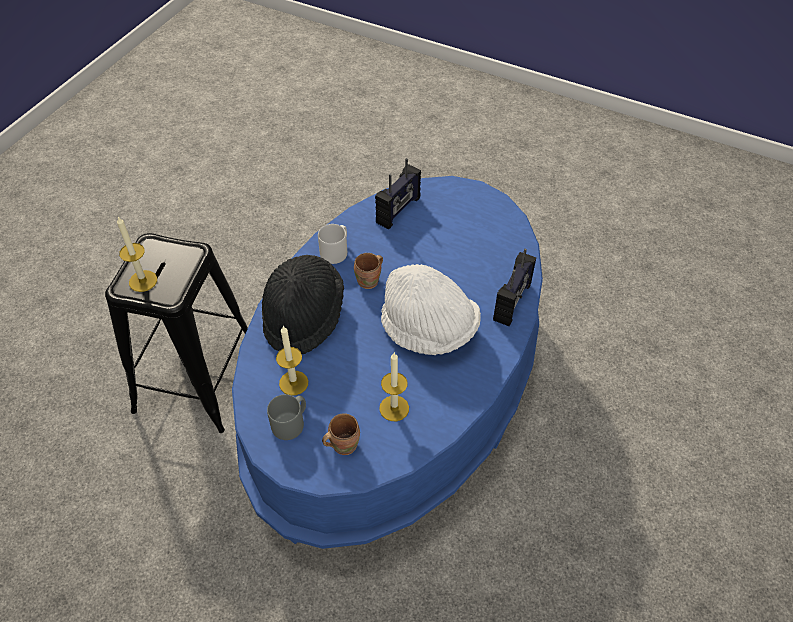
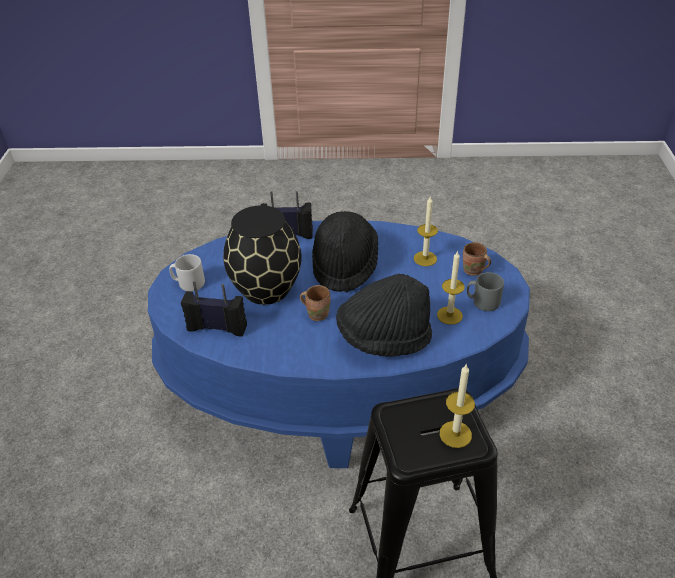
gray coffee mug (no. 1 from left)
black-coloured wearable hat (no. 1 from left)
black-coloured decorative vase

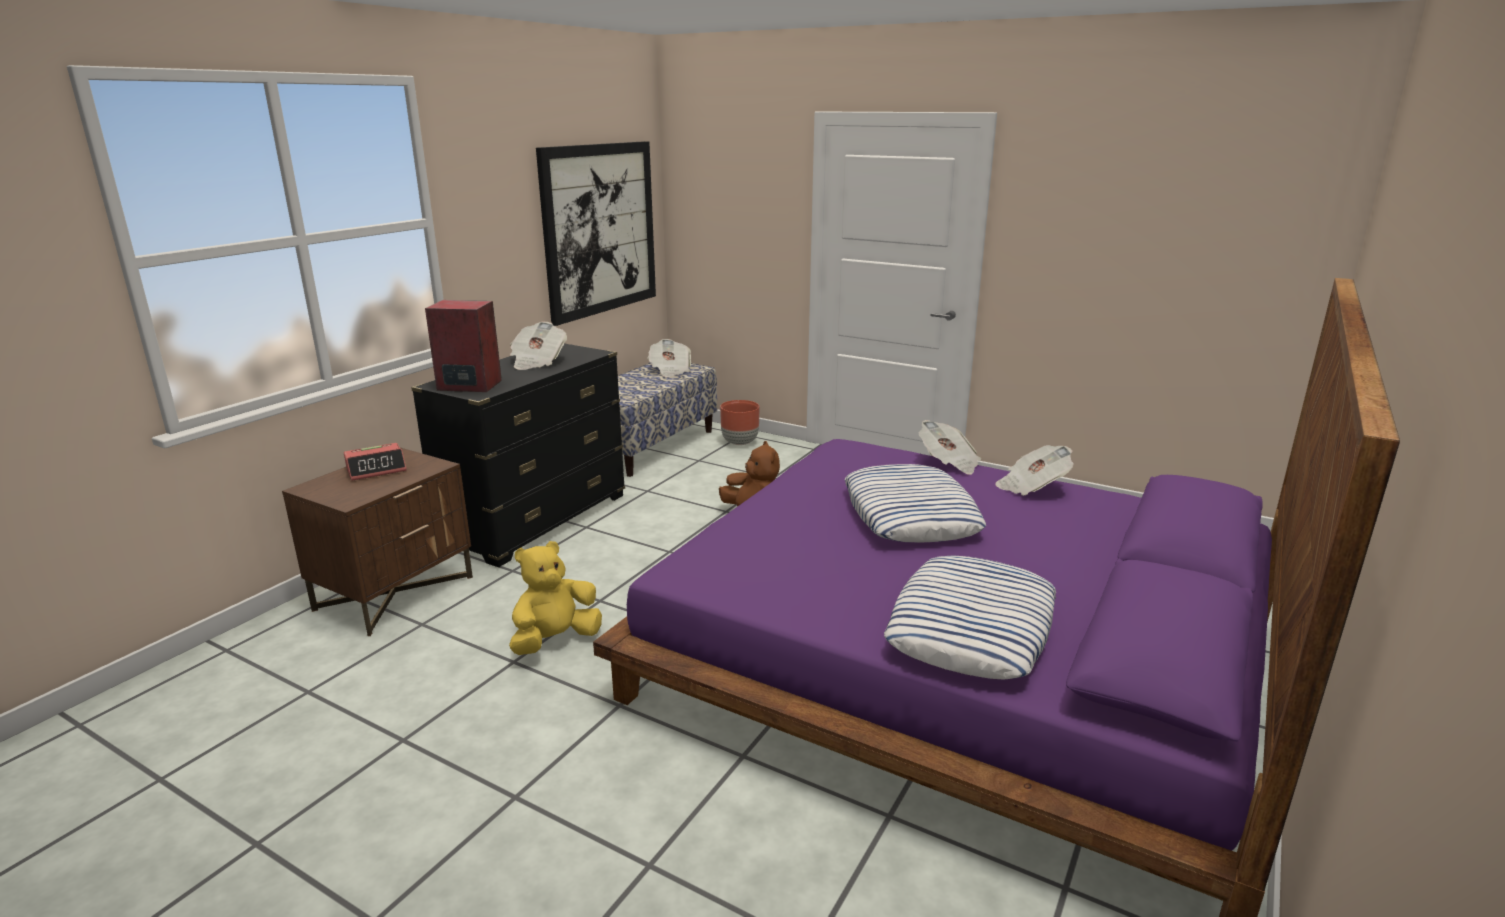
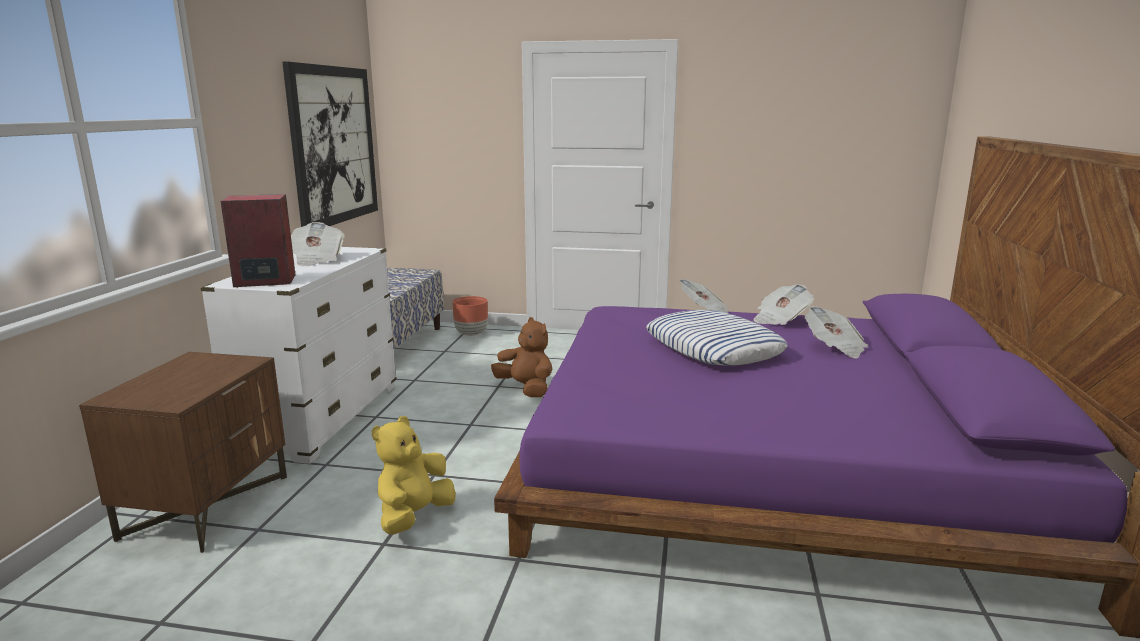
newspaper (no. 4 from left)
white-coloured drawer chest
bedside clock
throw pillow (no. 2 from left in the first image)

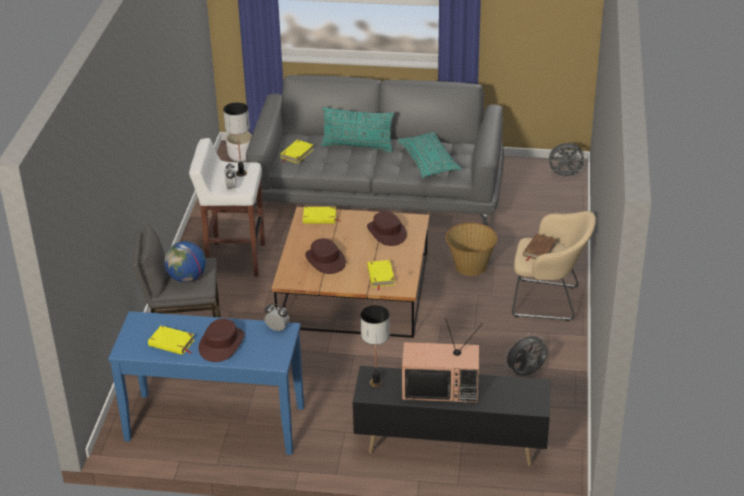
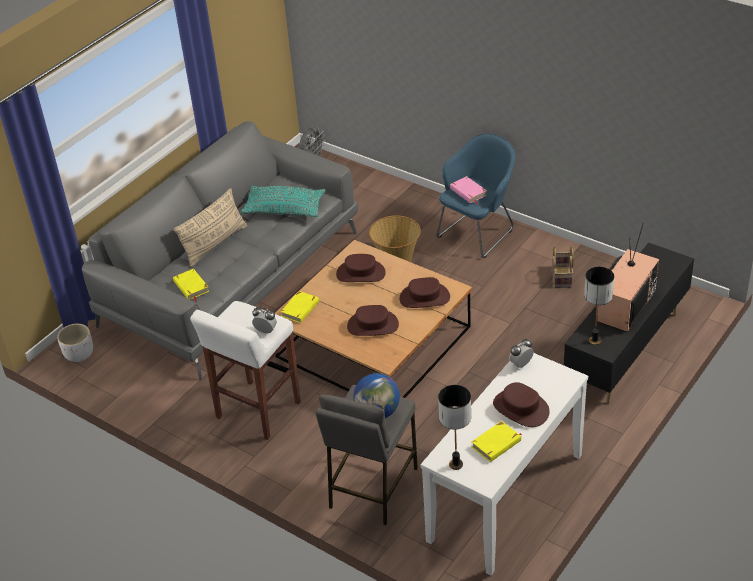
lamp for a table (no. 1 from left)
beige-coloured throw pillow
bluish lounge chair
pinkish bound book
brown-coloured wearable hat (no. 3 from left)
white-coloured narrow table
household basket (no. 2 from left)

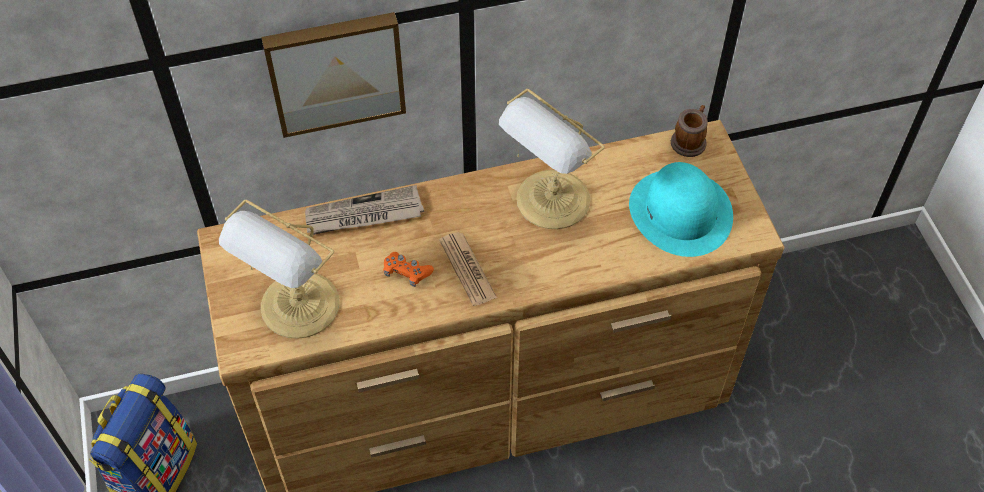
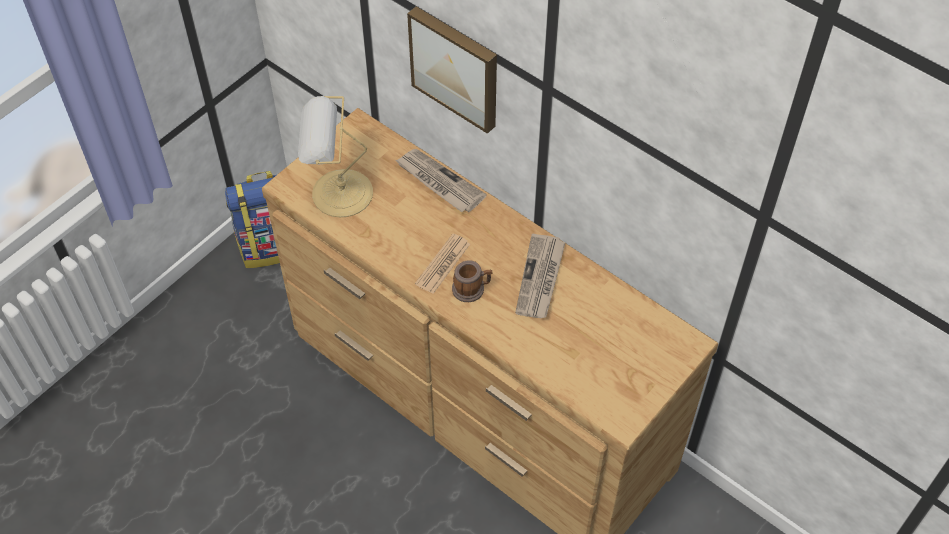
newspaper (no. 3 from left)
coffee mug
blue-green wearable hat
orange joypad

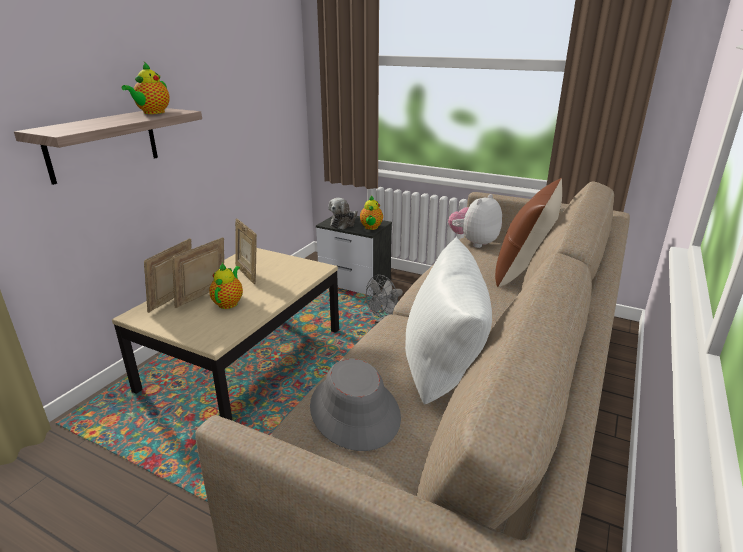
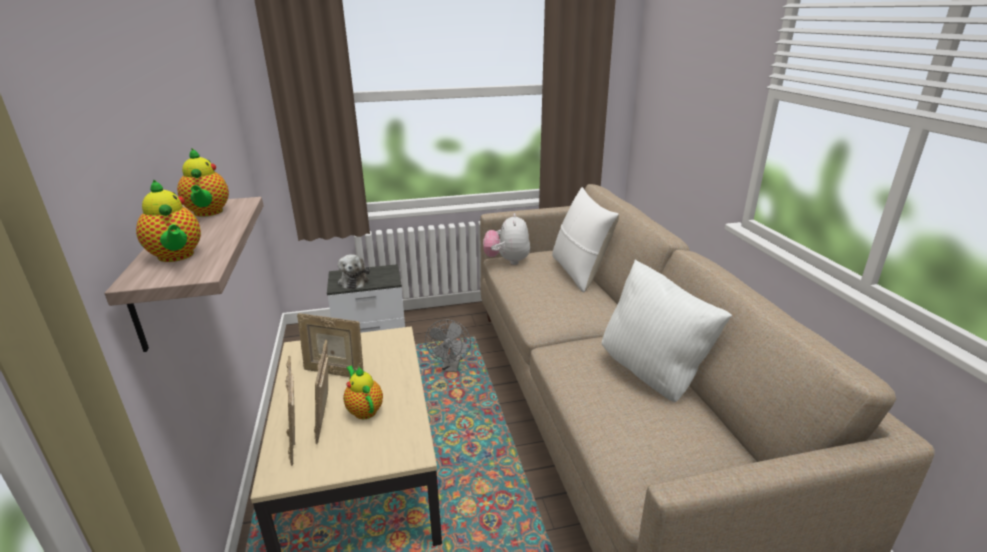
white-coloured throw pillow (no. 1 from left)
tea pot (no. 1 from left)
gray wearable hat

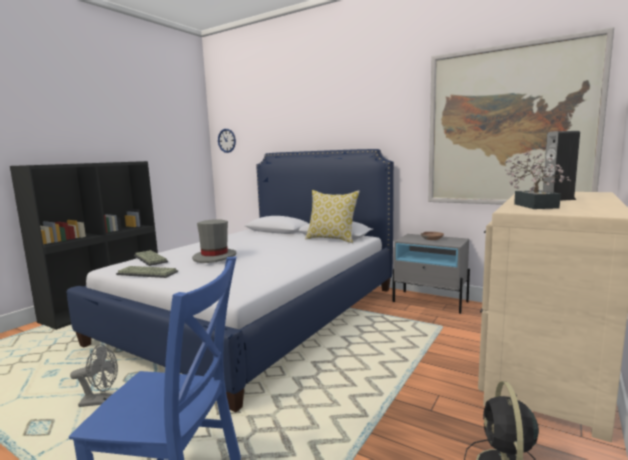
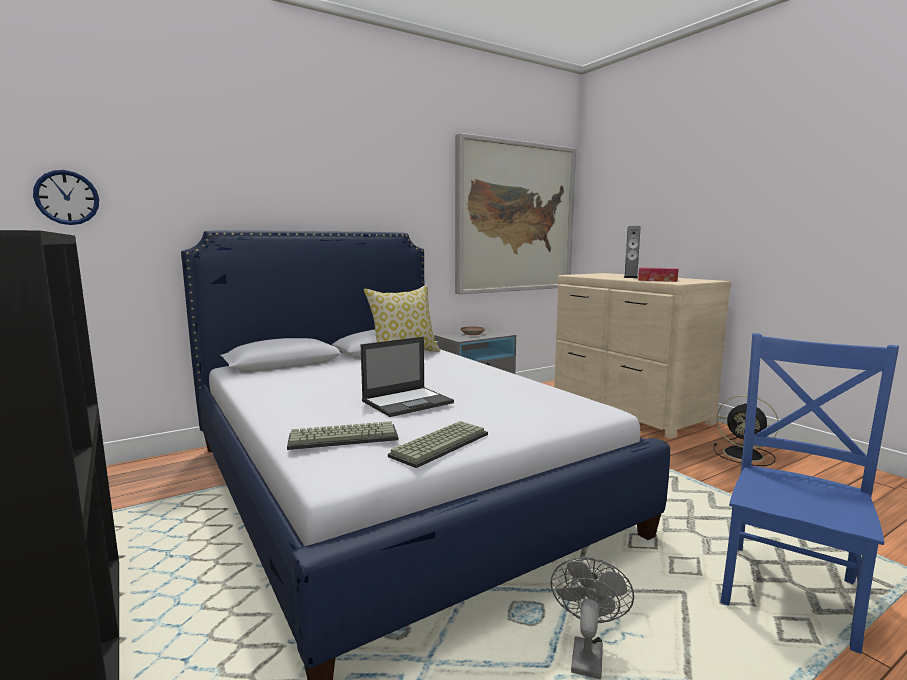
box of tissues
portable computer

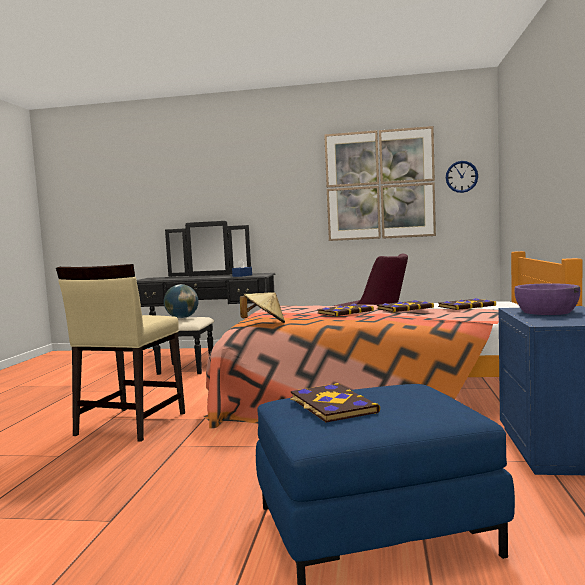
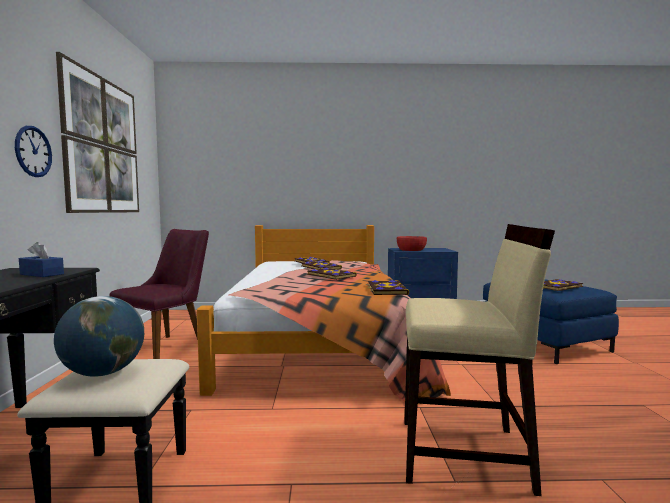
wall clock
reddish deep dish
bound book (no. 4 from left)

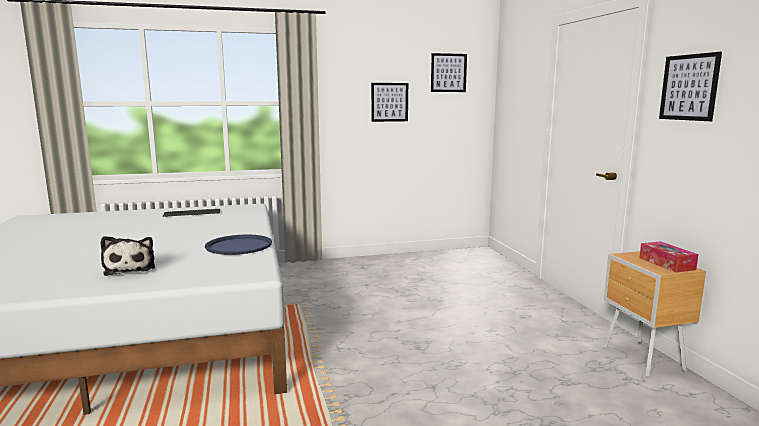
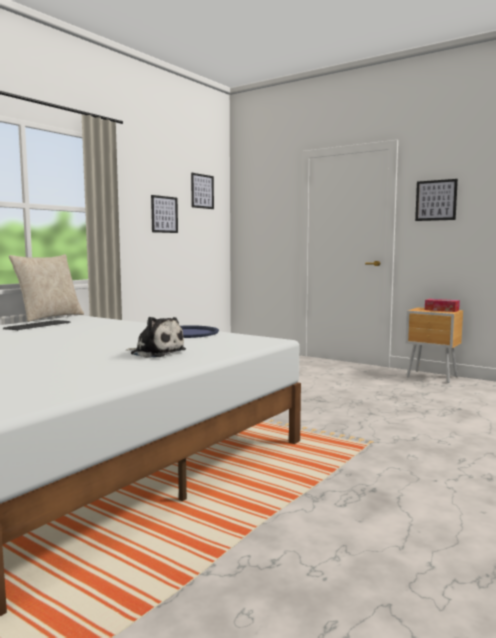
beige-coloured throw pillow

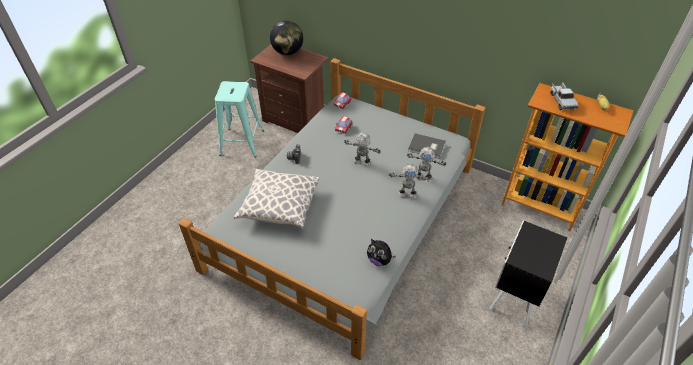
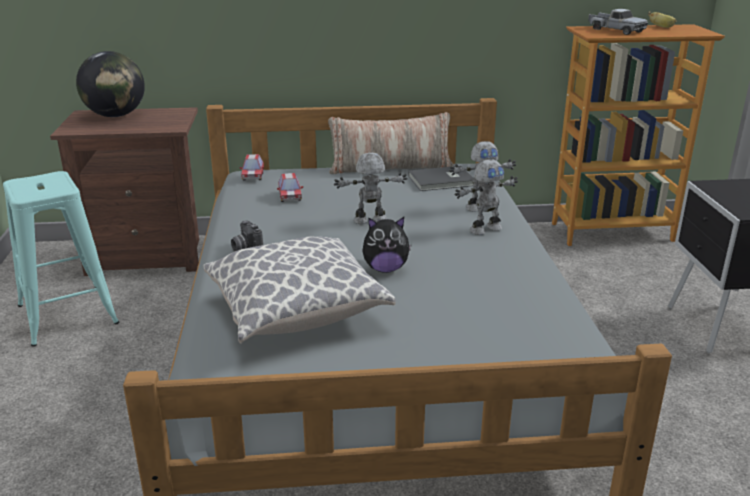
cuddly toy
throw pillow (no. 2 from left)

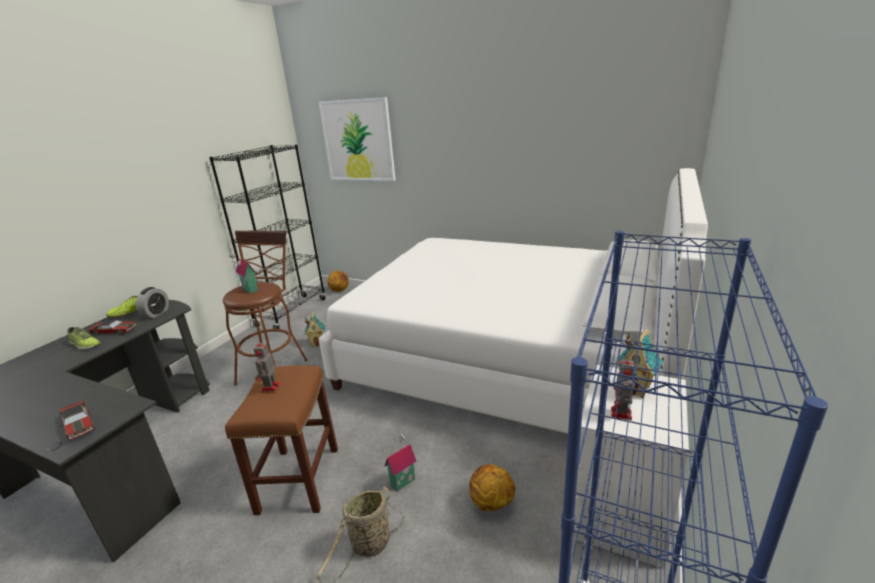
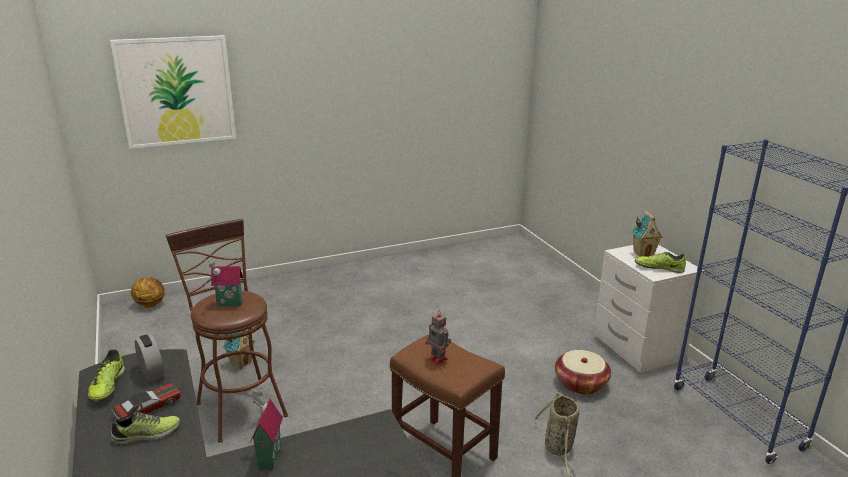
black-coloured bookcase
white-coloured sleeping bed
item of footwear (no. 3 from left)
miniature car (no. 1 from left in the first image)
toy house (no. 3 from left)
household basket (no. 2 from left)

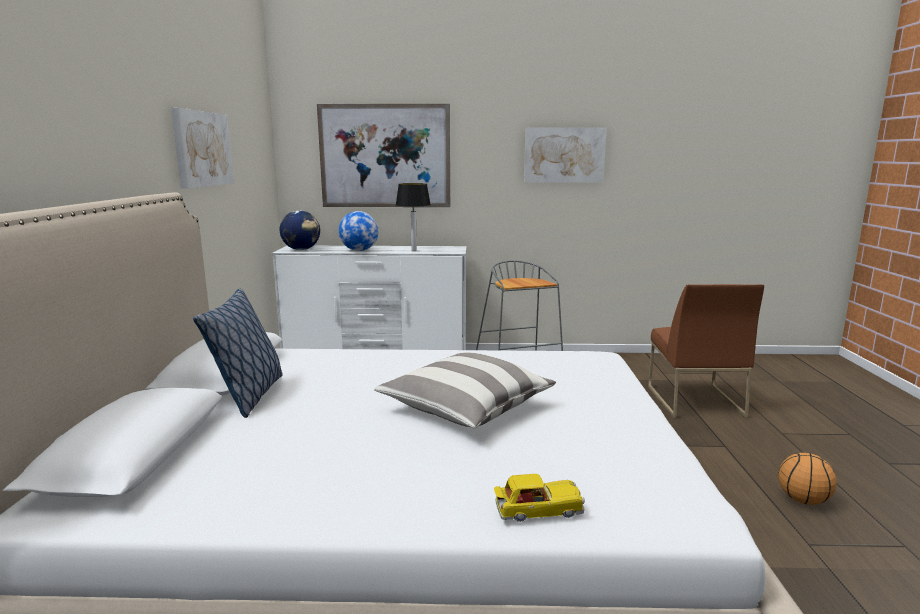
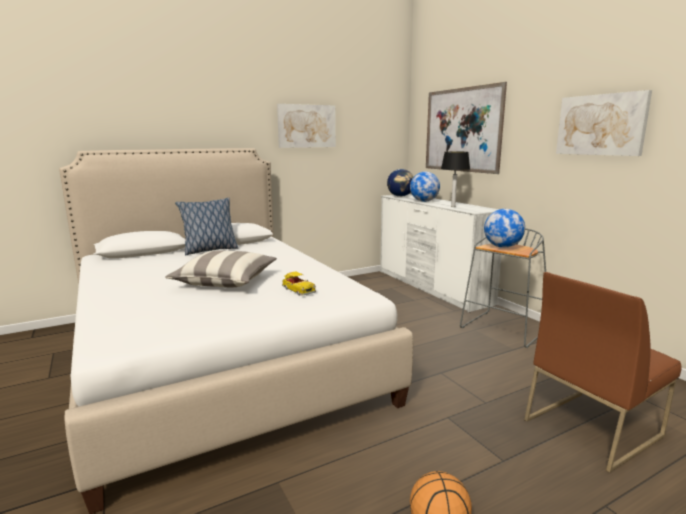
miniature car
desk globe (no. 3 from left)

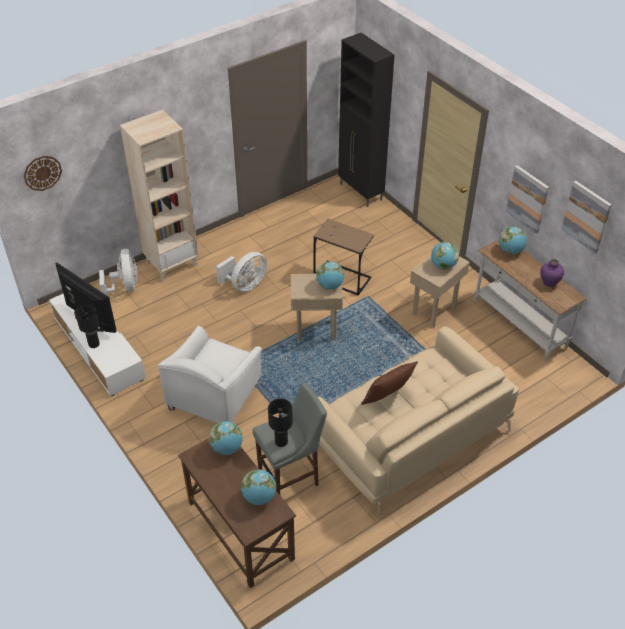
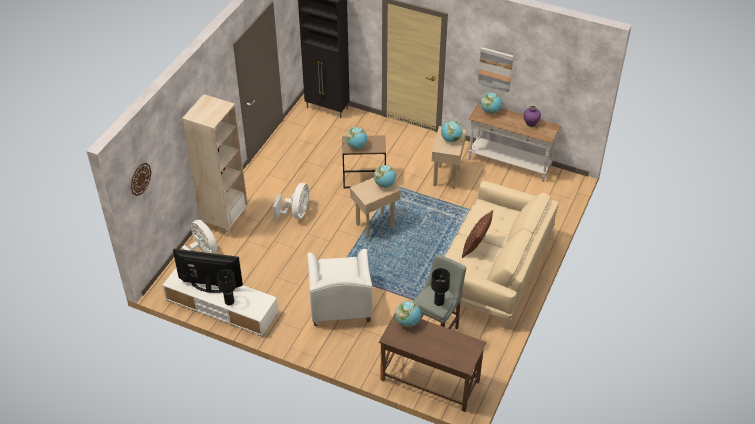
picture (no. 2 from left in the first image)
desk globe (no. 1 from left)

